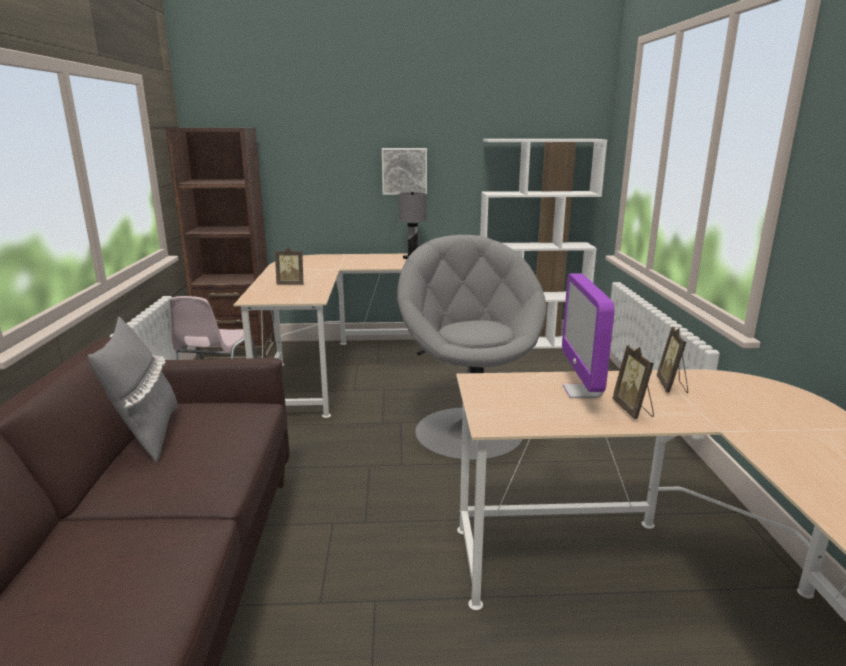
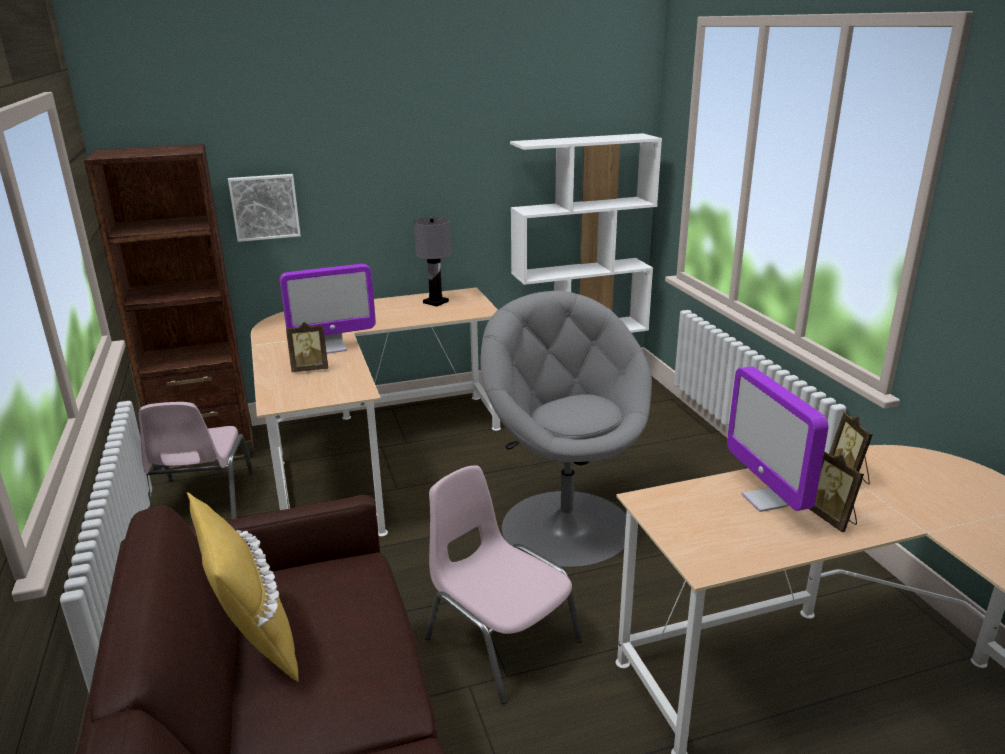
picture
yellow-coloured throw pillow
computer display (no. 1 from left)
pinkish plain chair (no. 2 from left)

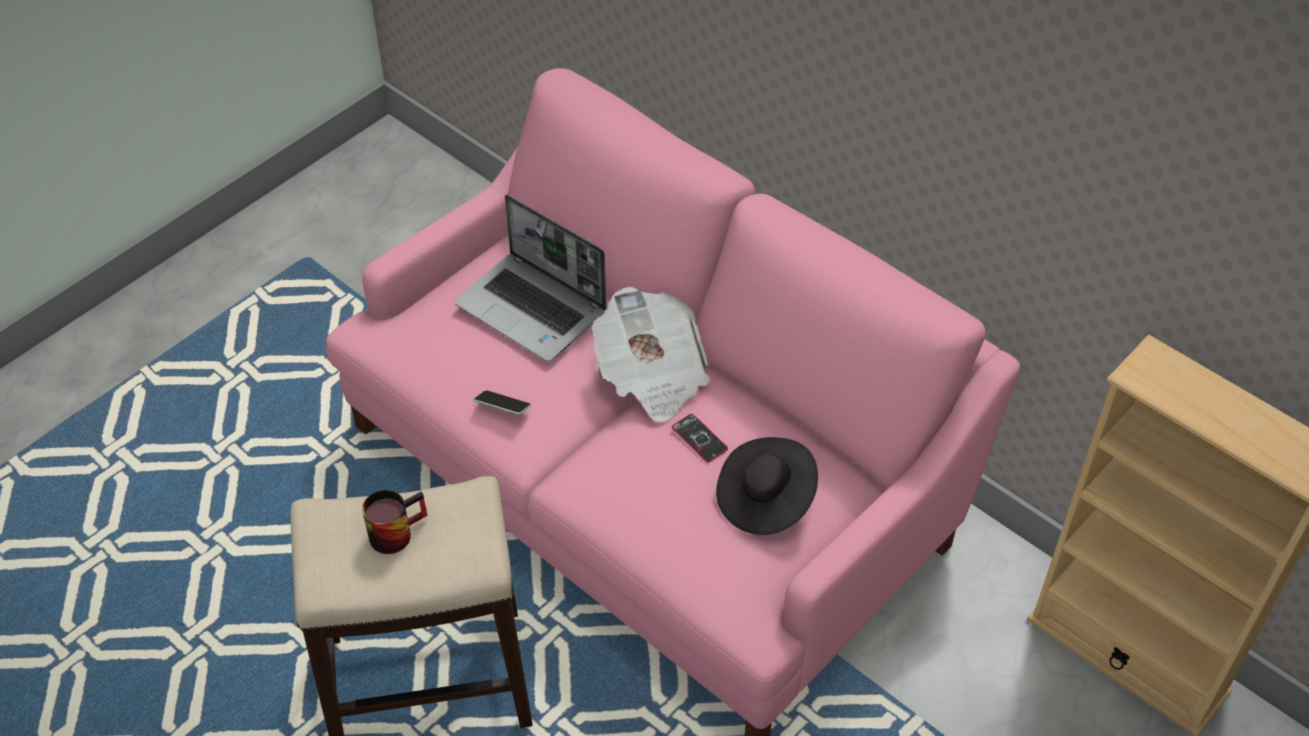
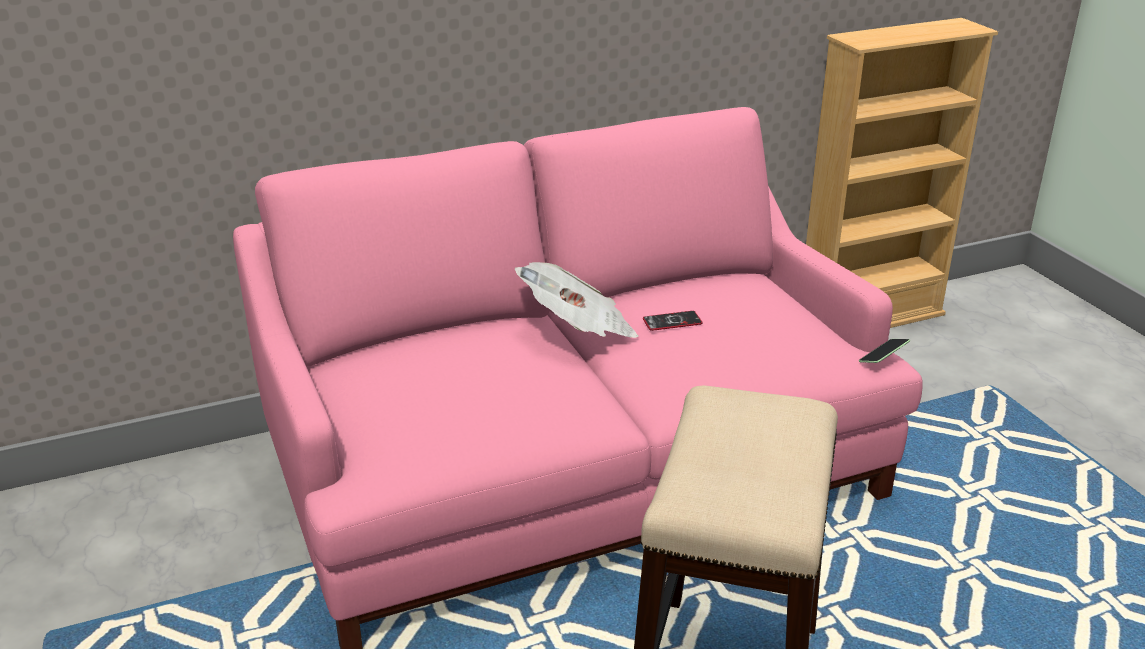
portable computer
handset (no. 2 from left)
black-coloured wearable hat
coffee mug

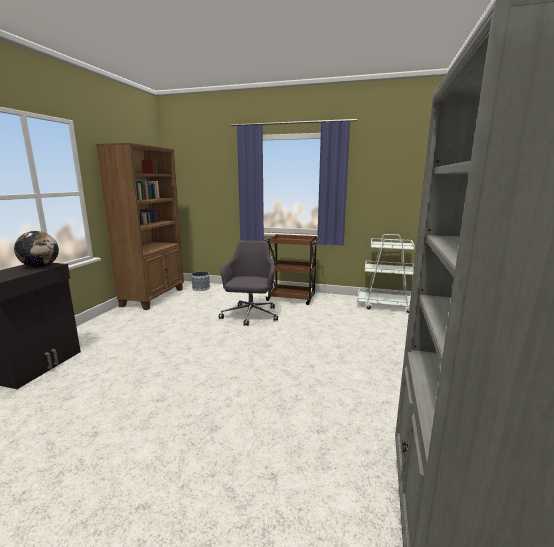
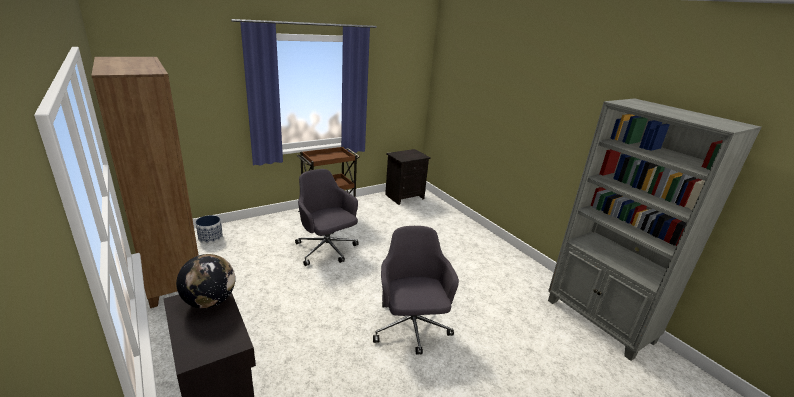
black-coloured bedside table
gray desk chair (no. 2 from left)

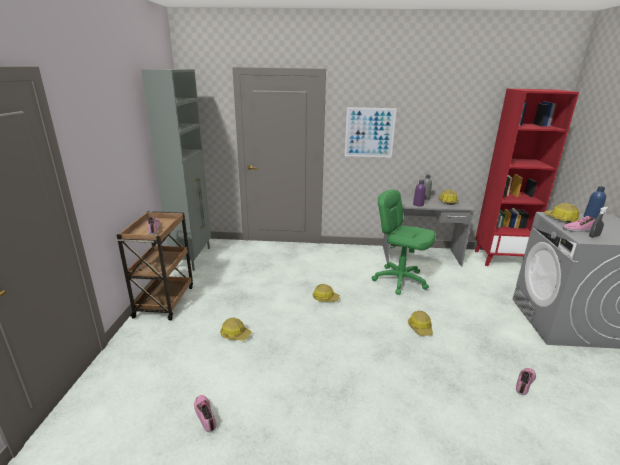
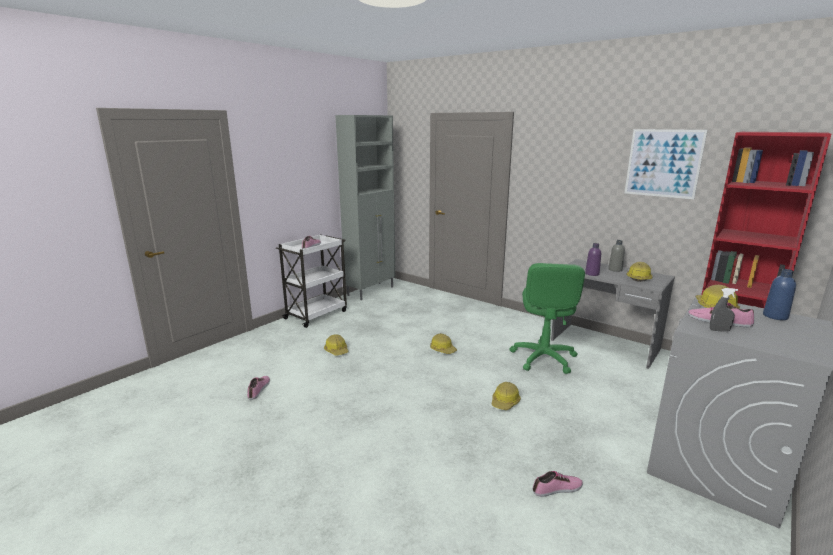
picture
greenish desk chair
white-coloured trolley

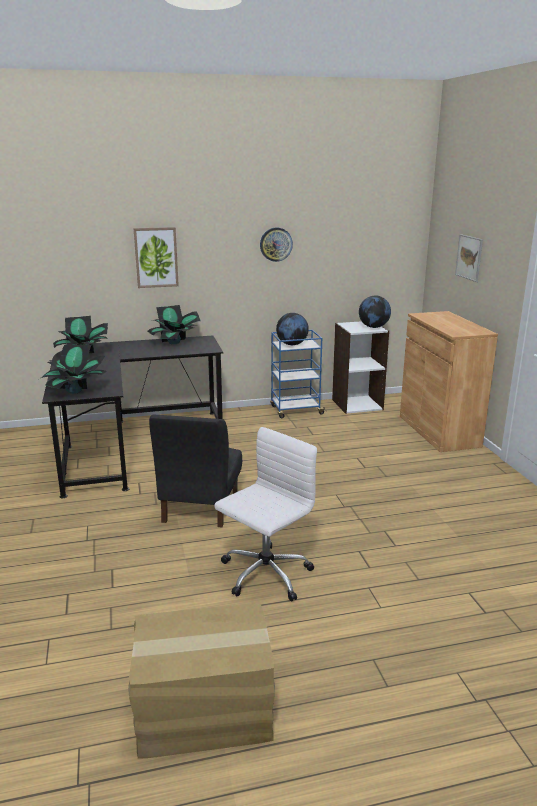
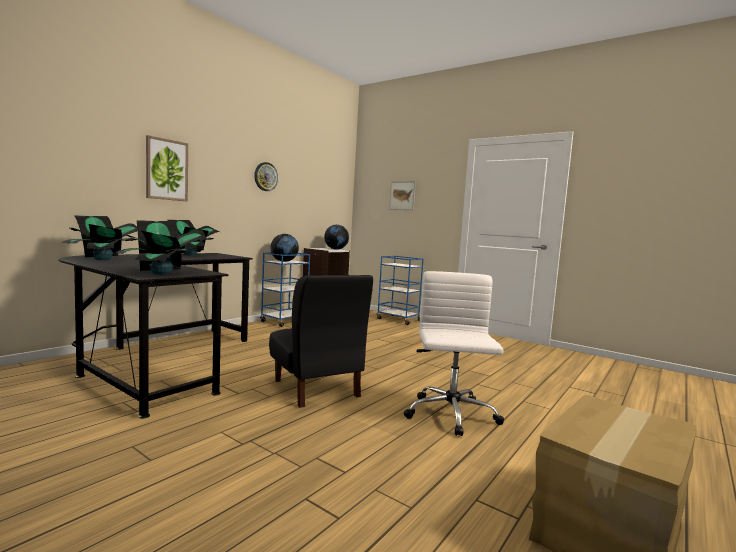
bluish trolley (no. 2 from left)

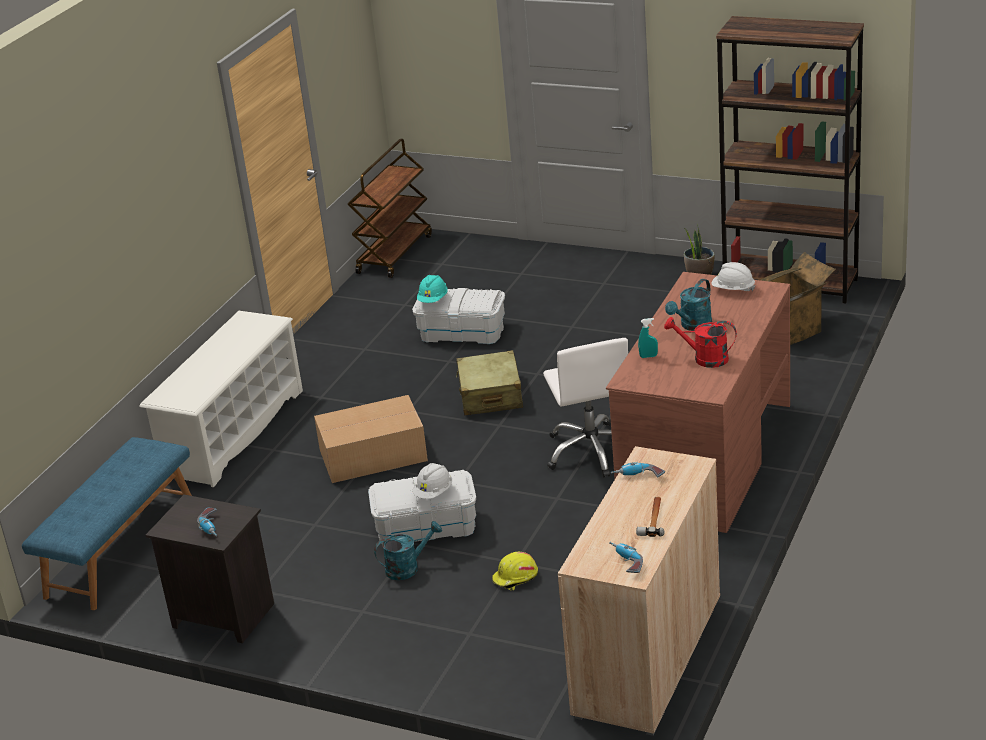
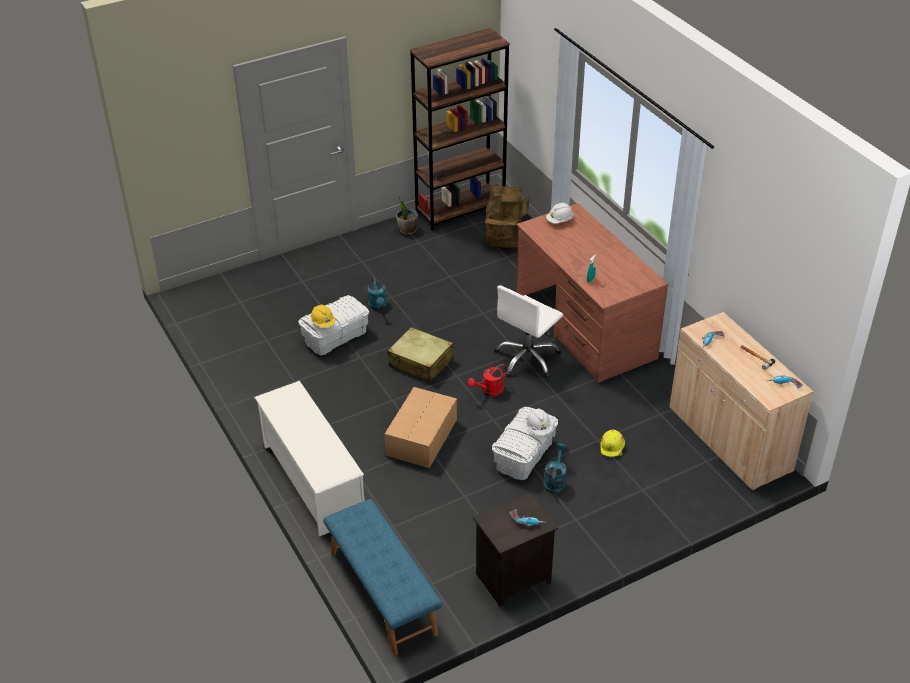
brown-coloured trolley
yellow-coloured work helmet (no. 1 from left)
blue-green watering pot (no. 1 from left)
reddish watering pot
white-coloured desk chair

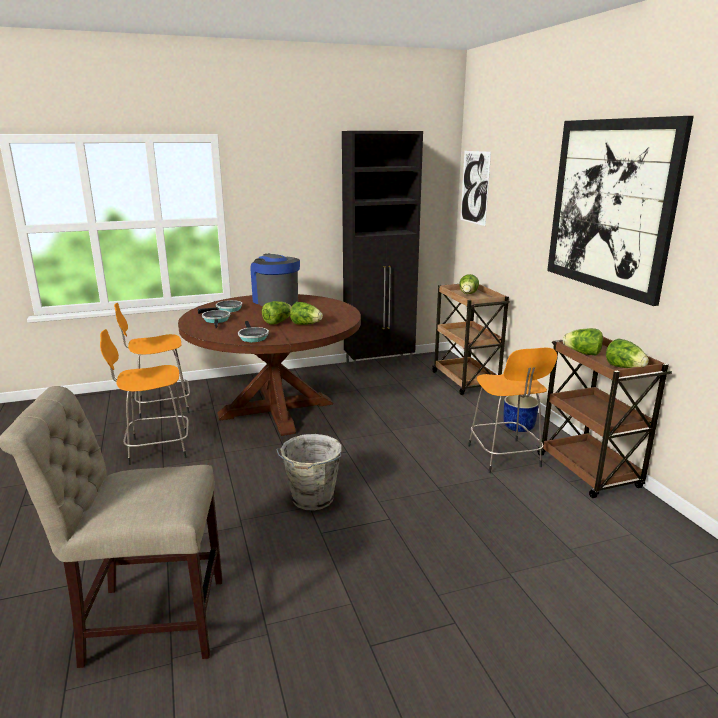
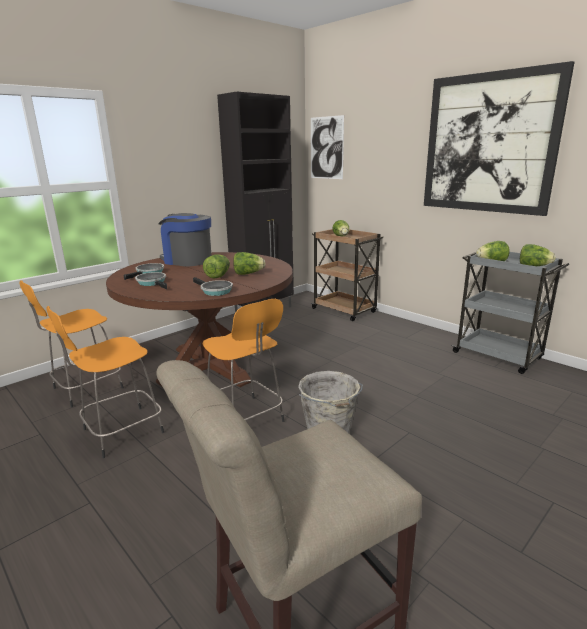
gray trolley
orange stool seat (no. 3 from left)
bluish plant pot

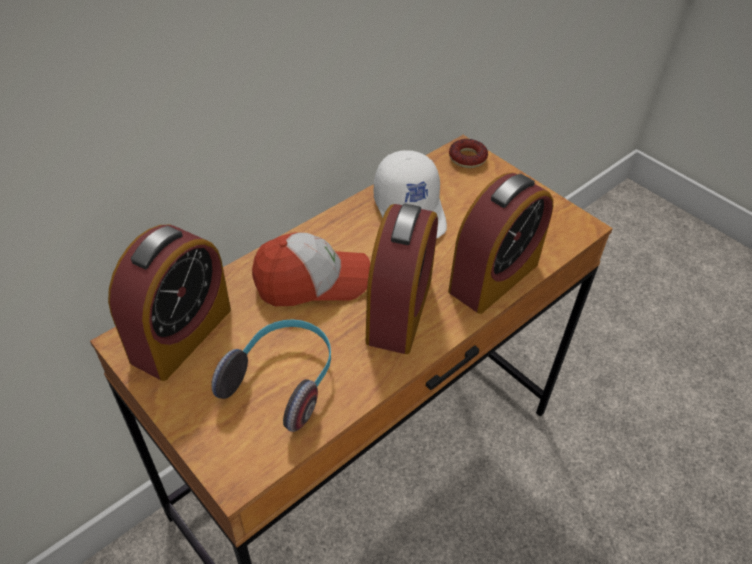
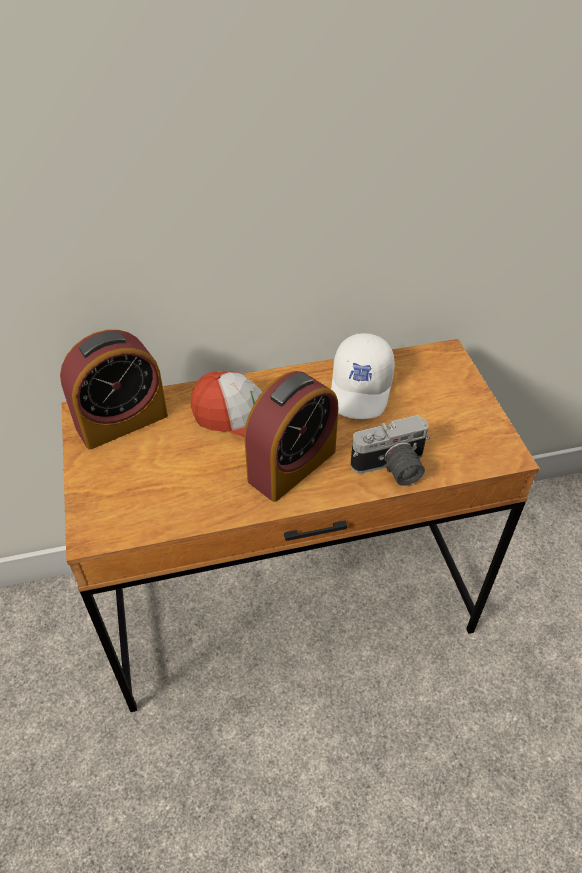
doughnut
still camera
headphones

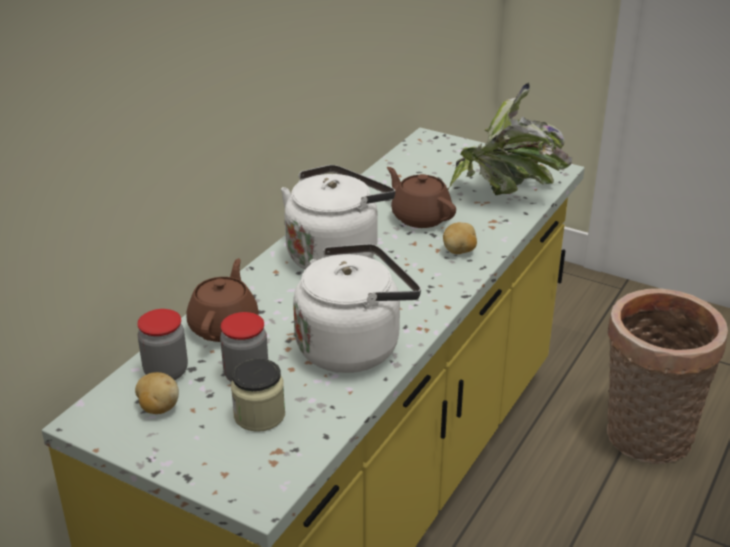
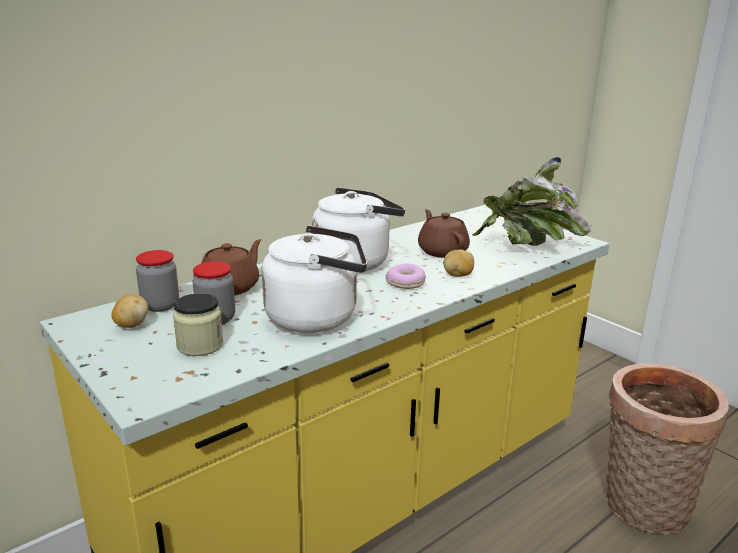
doughnut

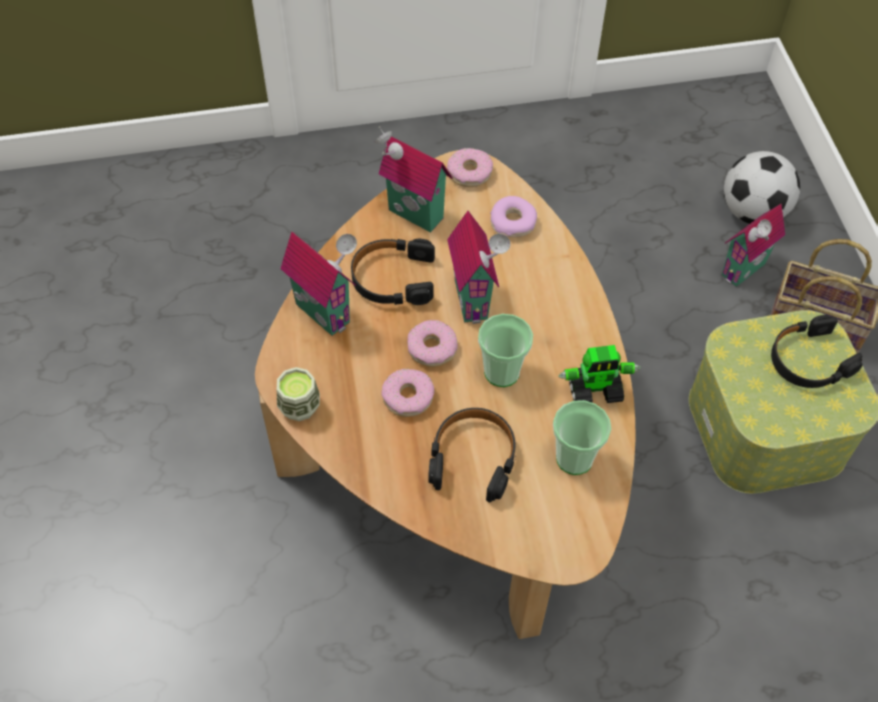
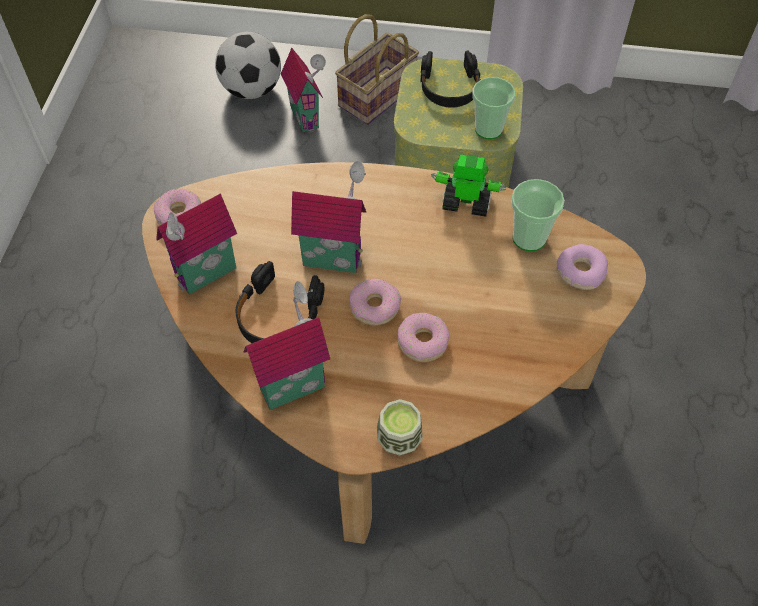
doughnut (no. 4 from left)
small cup (no. 2 from left)
robot figure
black-coloured headphones (no. 2 from left in the first image)

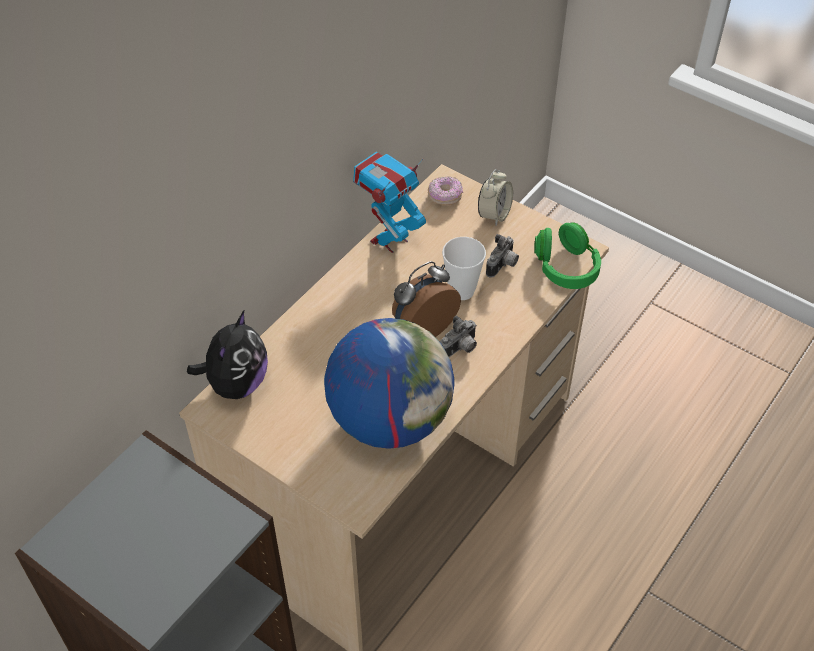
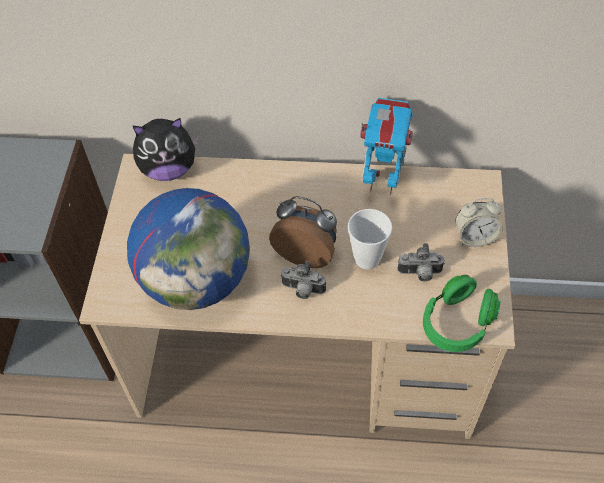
doughnut

